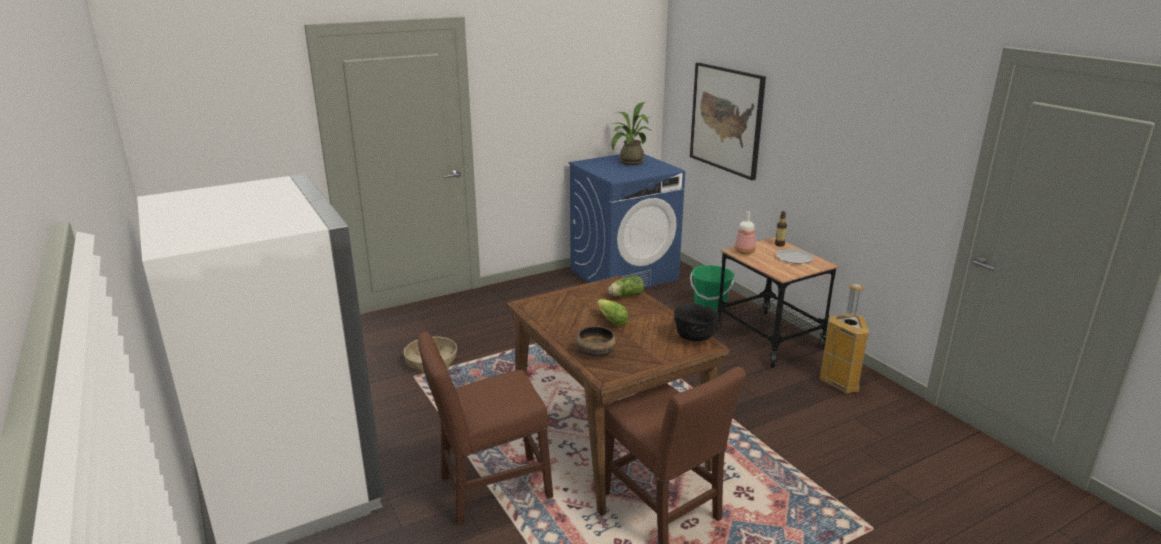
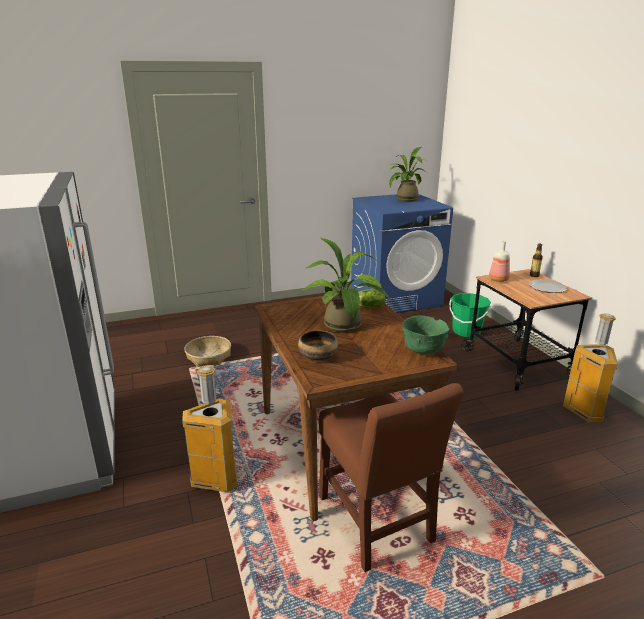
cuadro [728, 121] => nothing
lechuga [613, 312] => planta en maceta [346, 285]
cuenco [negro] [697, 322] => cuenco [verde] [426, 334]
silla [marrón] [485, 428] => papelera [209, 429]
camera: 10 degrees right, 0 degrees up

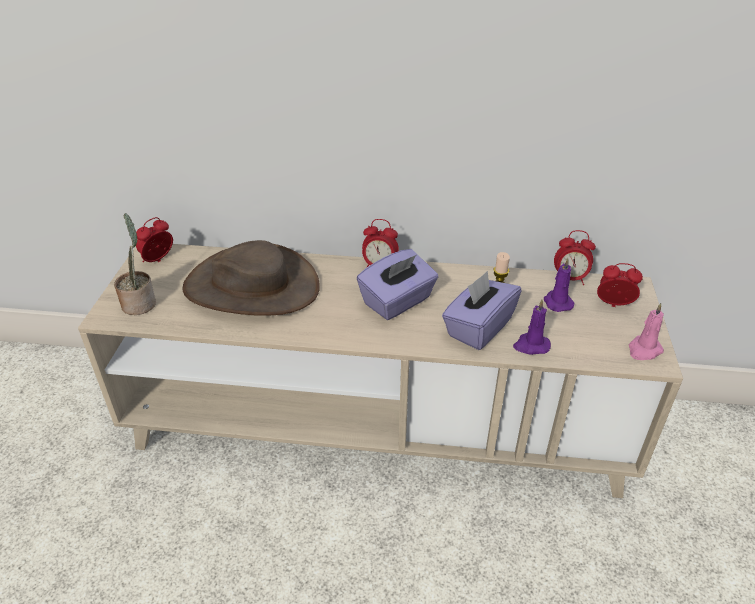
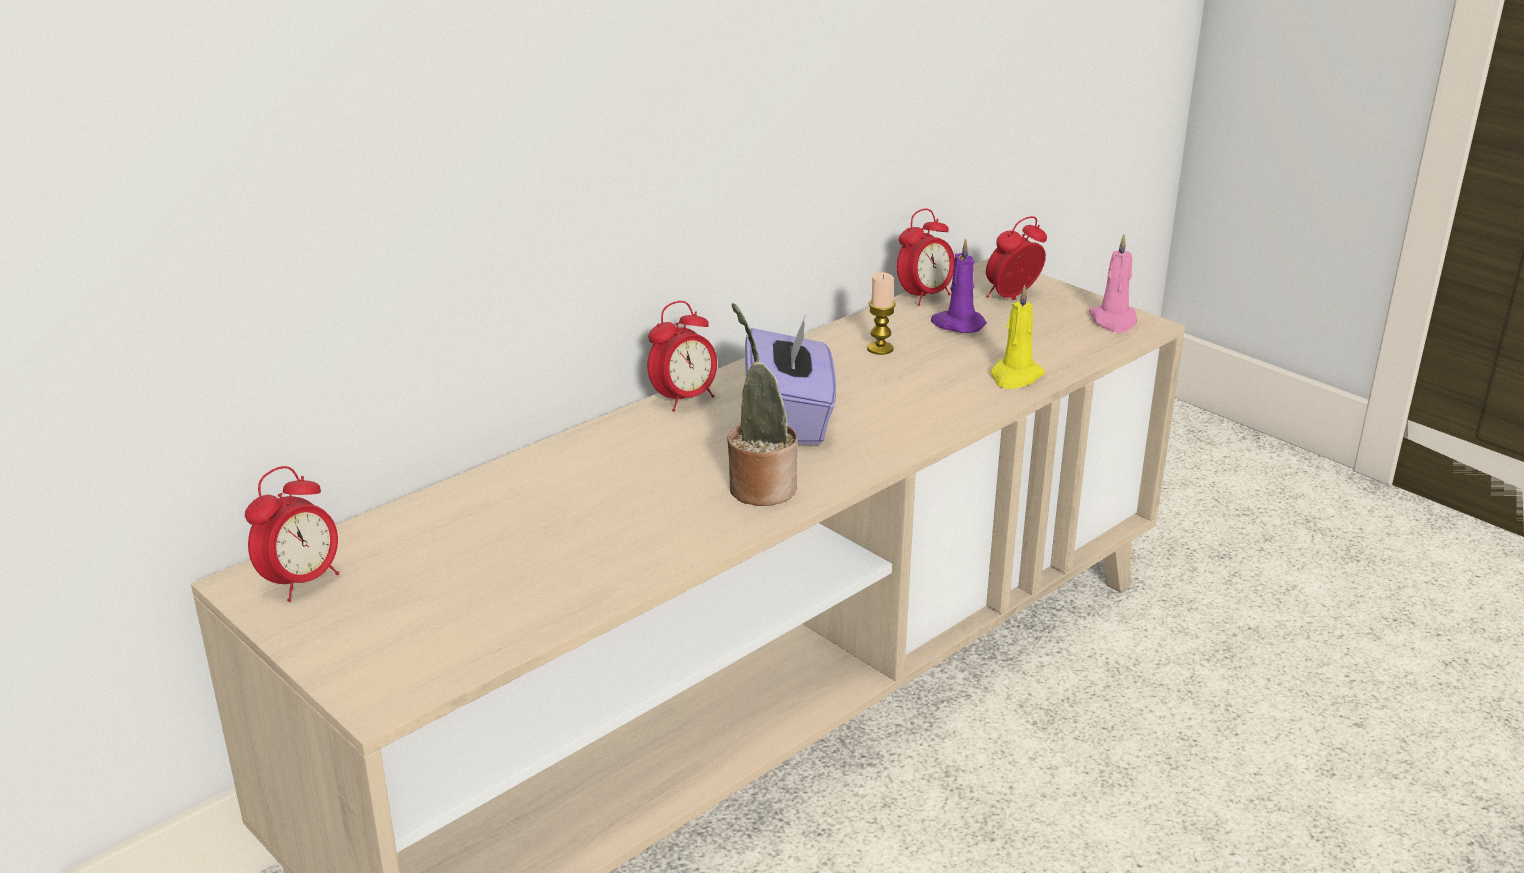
planta en maceta [135, 264] => planta en maceta [762, 404], shifted
despertador [154, 239] => despertador [292, 533], 135 degrees counterclockwise
sombrero [marrón] [251, 278] => nothing
caja de pañuelos [morado] [482, 310] => nothing
vela [morado] [532, 327] => vela [amarillo] [1017, 336]
camera: 50 degrees left, 10 degrees down

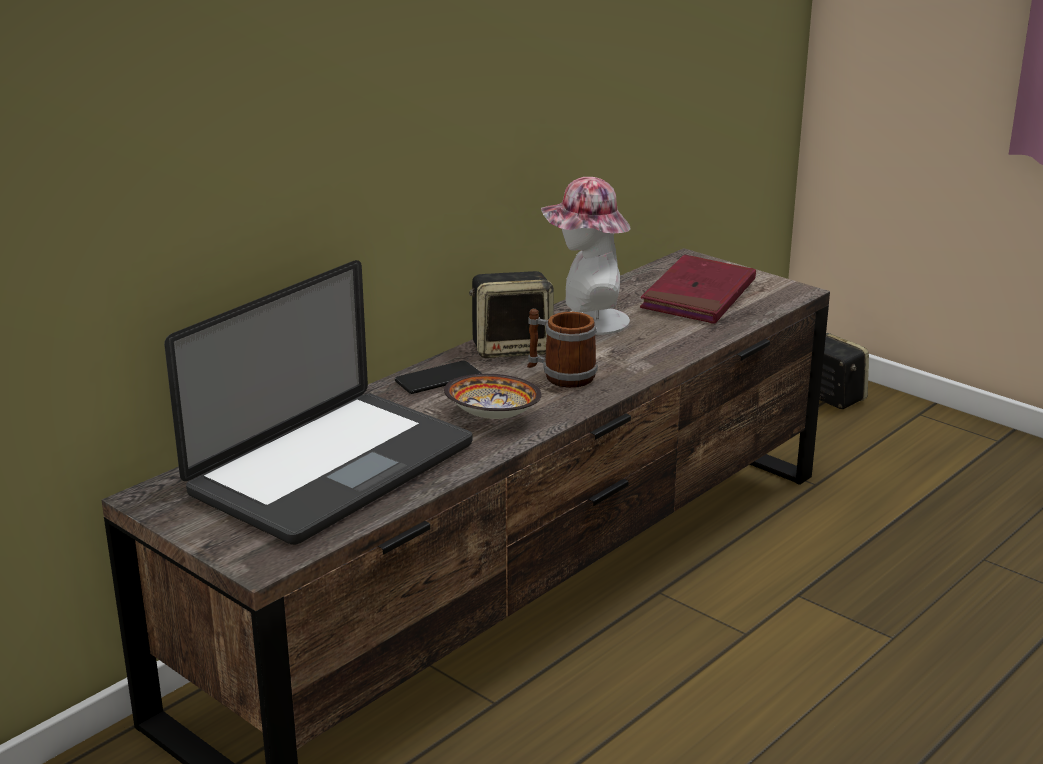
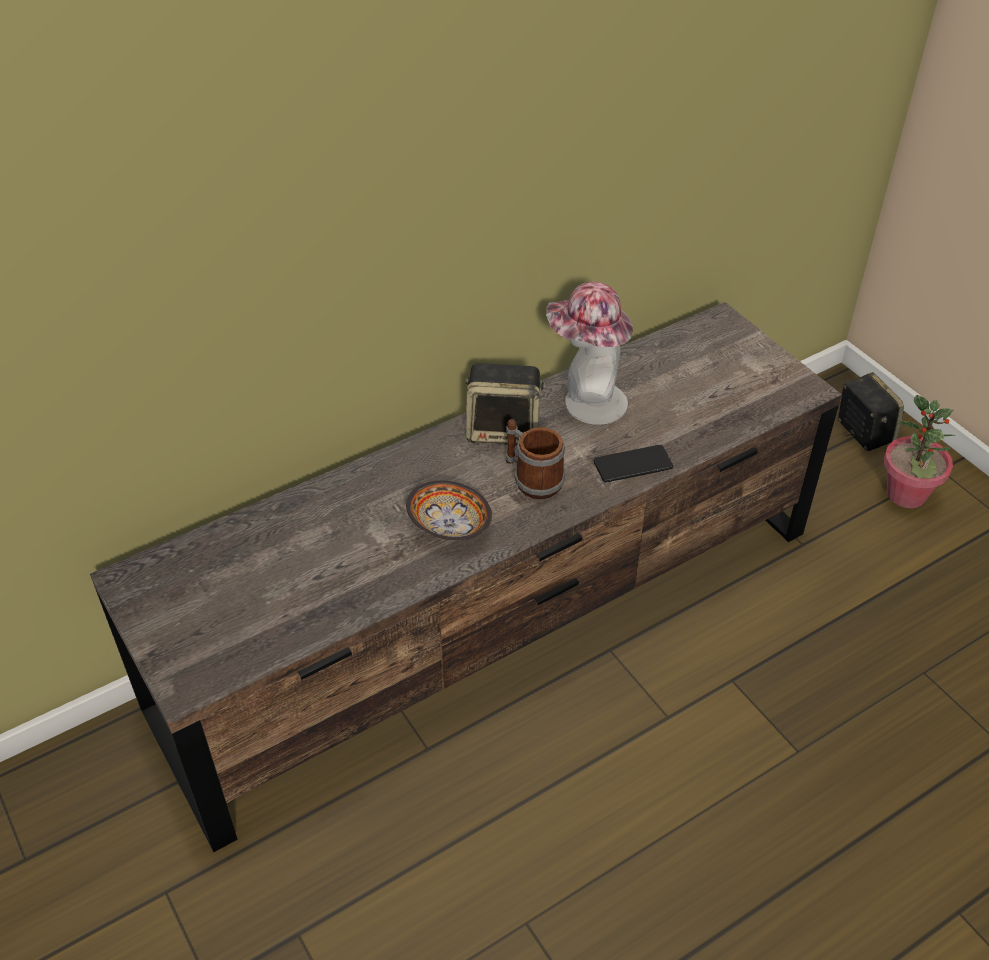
libro [rojo] [698, 289] => nothing
portátil [318, 402] => nothing
móvil [438, 377] => móvil [633, 463], shifted
nothing => planta en maceta [920, 451]
camera: 15 degrees right, 20 degrees up

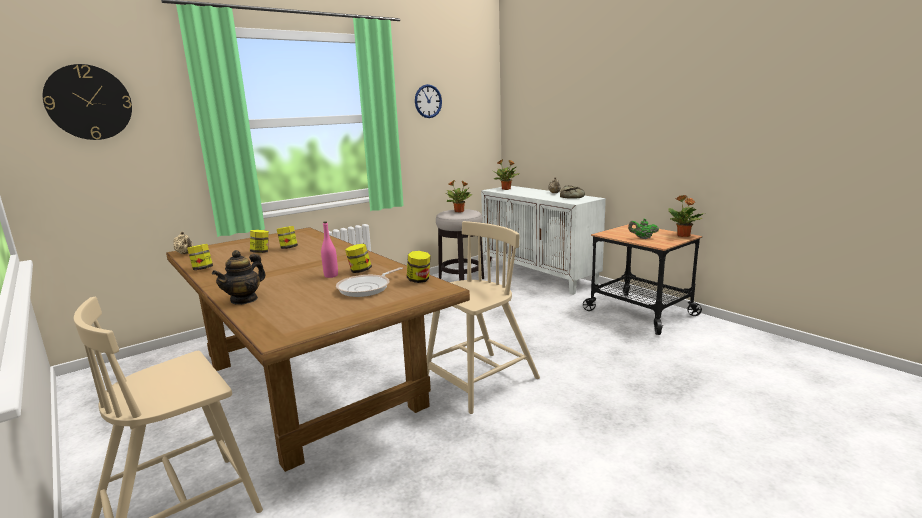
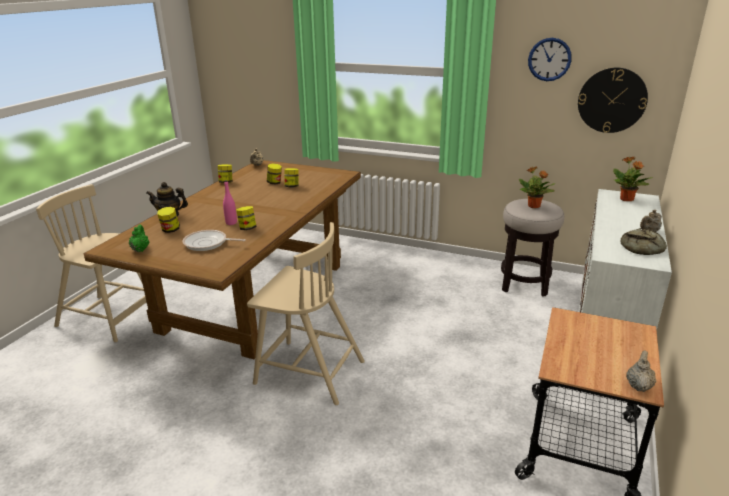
reloj de pared [87, 102] => reloj de pared [613, 100], shifted
planta en maceta [686, 216] => tetera [beis] [641, 371]
tetera [verde] [643, 229] => tetera [verde] [139, 238], shifted
tarro [419, 267] => tarro [168, 220], shifted
camera: 60 degrees right, 10 degrees up

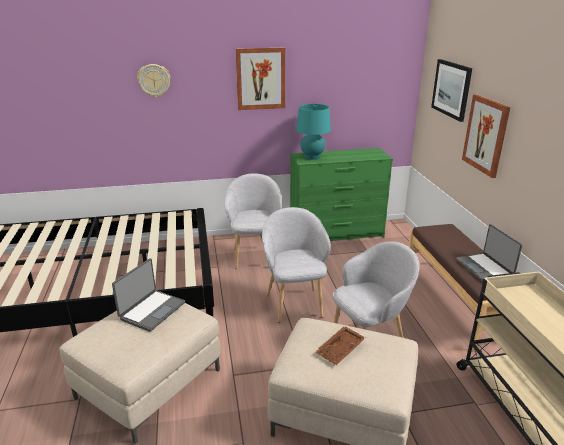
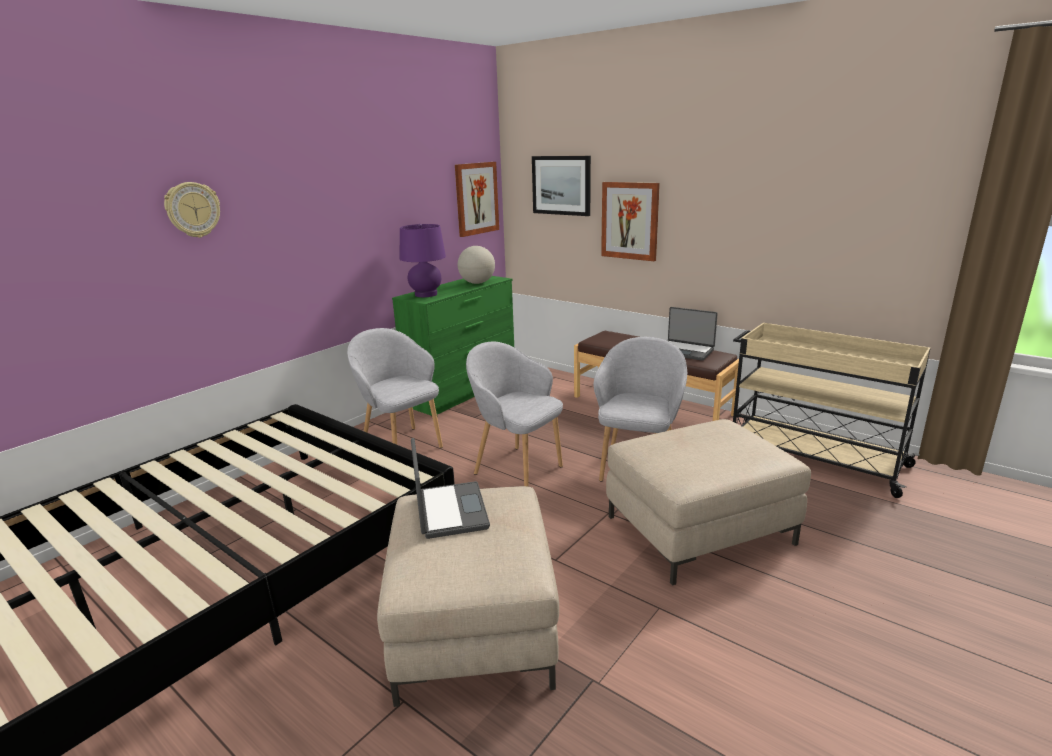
cuadro [260, 79] => cuadro [477, 199], shifted
lámpara de mesa [turquesa] [313, 132] => lámpara de mesa [morado] [423, 260]
bandeja [marrón] [340, 345] => nothing
nothing => globo terráqueo [476, 265]
camera: 40 degrees left, 5 degrees down

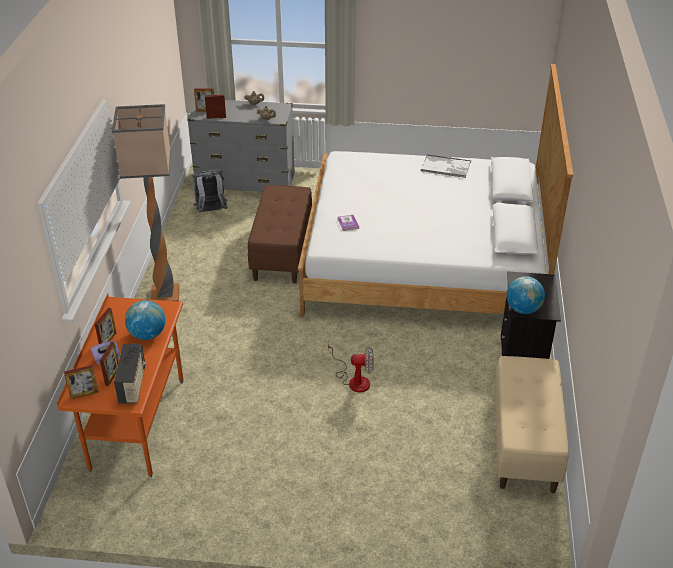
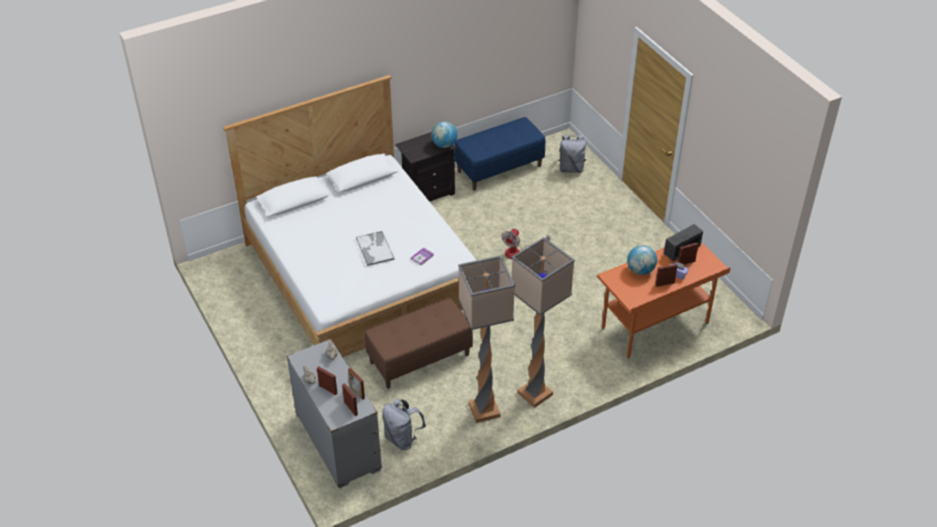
bandeja [446, 166] => bandeja [375, 248], shifted
ventilador [351, 369] => ventilador [526, 244], 120 degrees counterclockwise
banco [beis] [532, 424] => banco [azul] [500, 153]
portarretratos [81, 382] => portarretratos [327, 380], shifted
nothing => mochila [gris] [571, 153]
nothing => lámpara de pie [486, 339]
camera: 125 degrees left, 5 degrees up

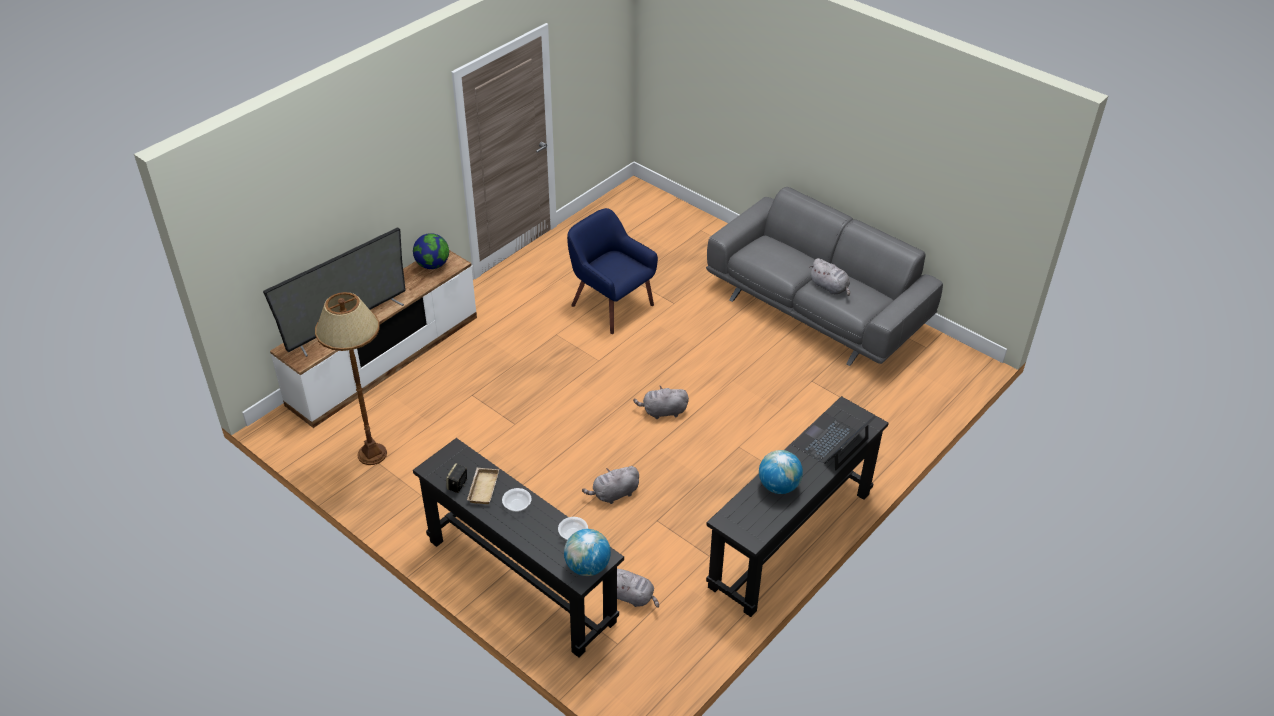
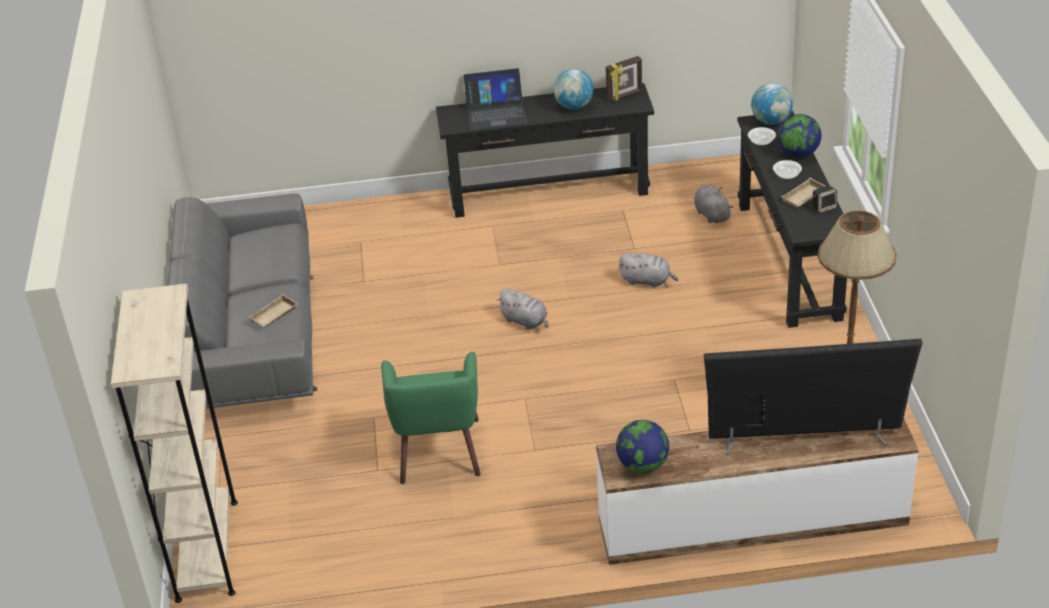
sillón [azul] [612, 271] => sillón [verde] [431, 418]
peluche [gris] [830, 277] => nothing
nothing => portarretratos [624, 79]
nothing => globo terráqueo [799, 135]
nothing => estantería [beis] [174, 443]
nothing => bandeja [beis] [273, 311]
camera: 135 degrees left, 5 degrees down

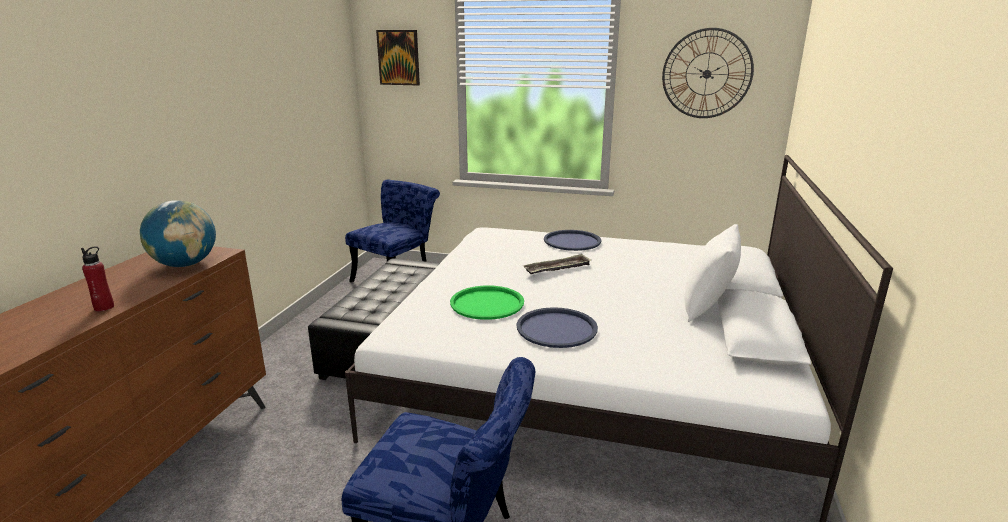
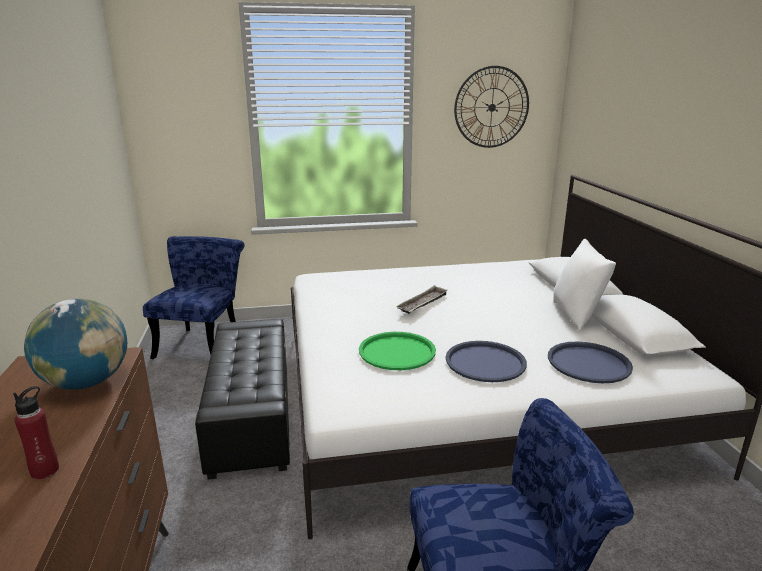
cuadro [398, 58] => nothing
bandeja [azul] [573, 240] => bandeja [azul] [590, 362], shifted
camera: 25 degrees left, 0 degrees up

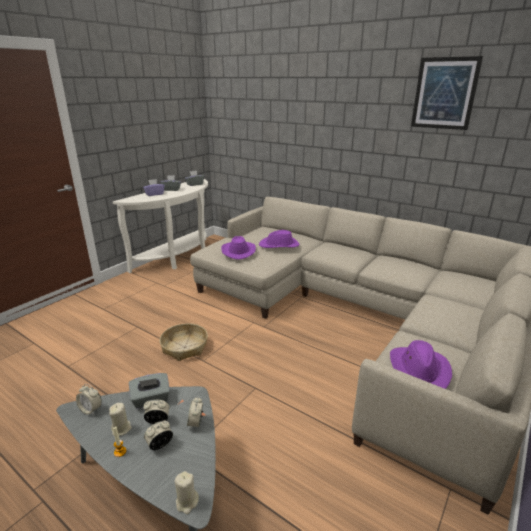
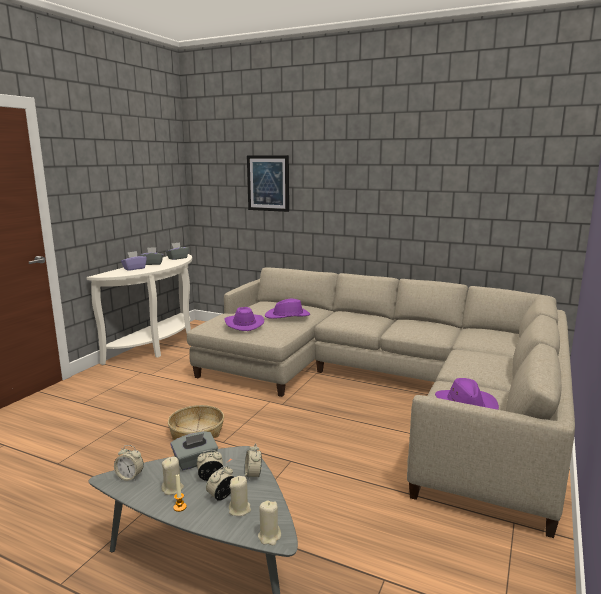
cuadro [447, 93] => cuadro [268, 183], shifted
nothing => vela [beis] [240, 496]
camera: 10 degrees left, 10 degrees down

